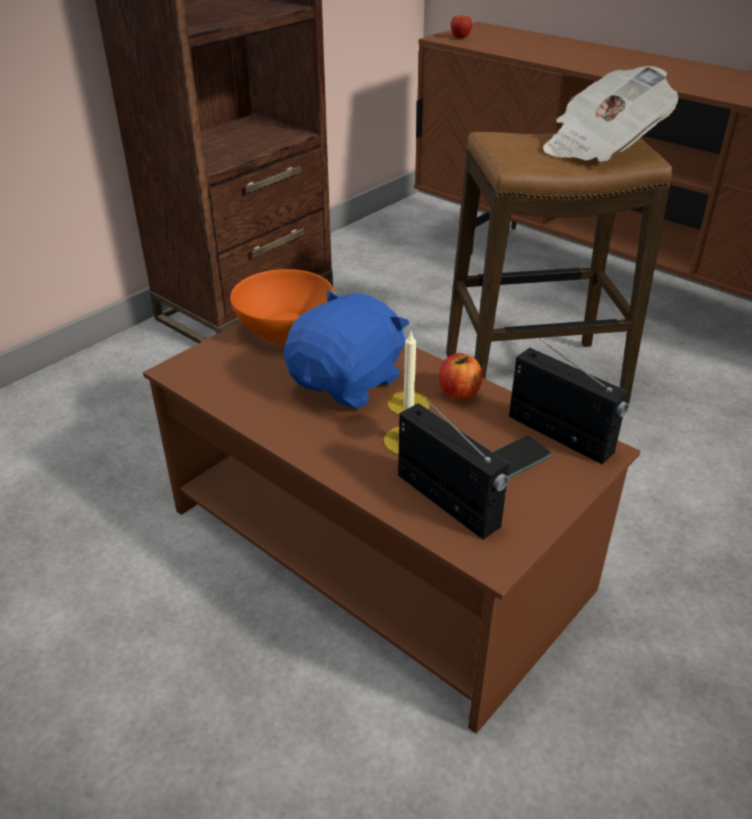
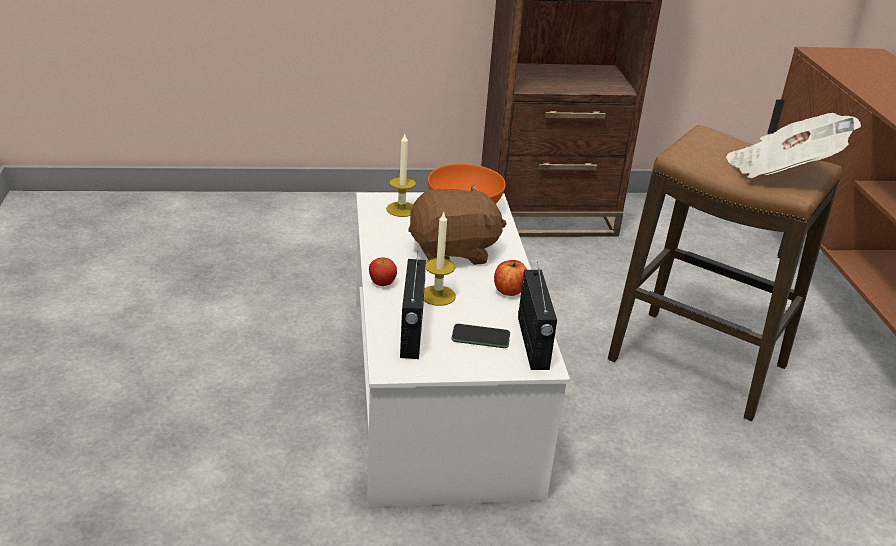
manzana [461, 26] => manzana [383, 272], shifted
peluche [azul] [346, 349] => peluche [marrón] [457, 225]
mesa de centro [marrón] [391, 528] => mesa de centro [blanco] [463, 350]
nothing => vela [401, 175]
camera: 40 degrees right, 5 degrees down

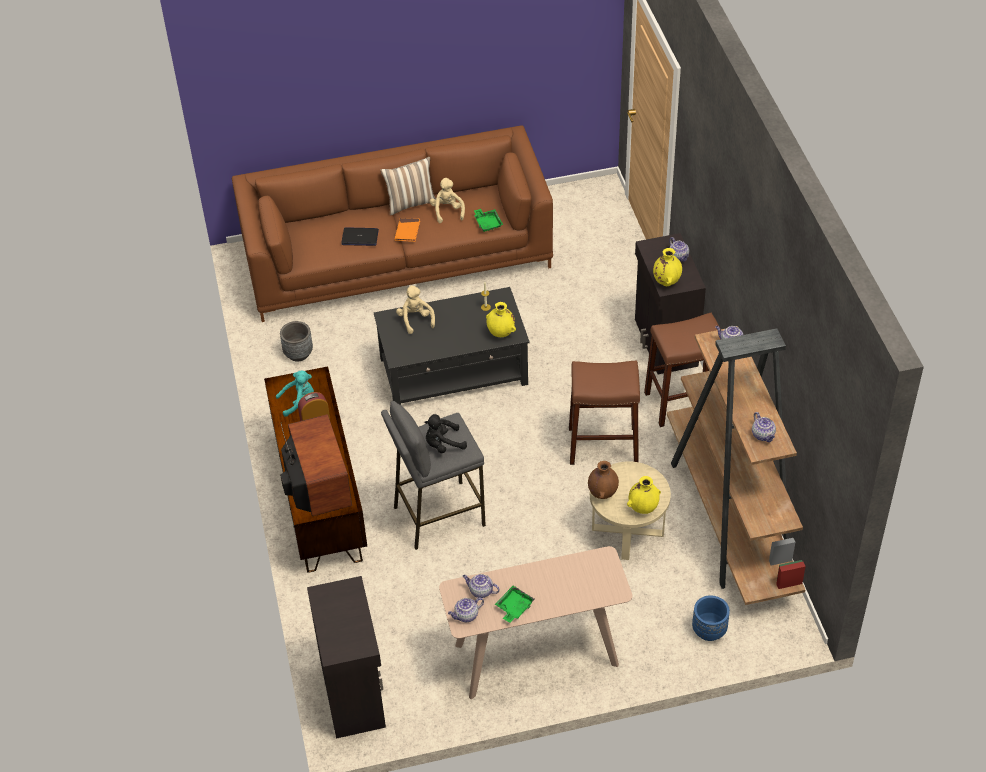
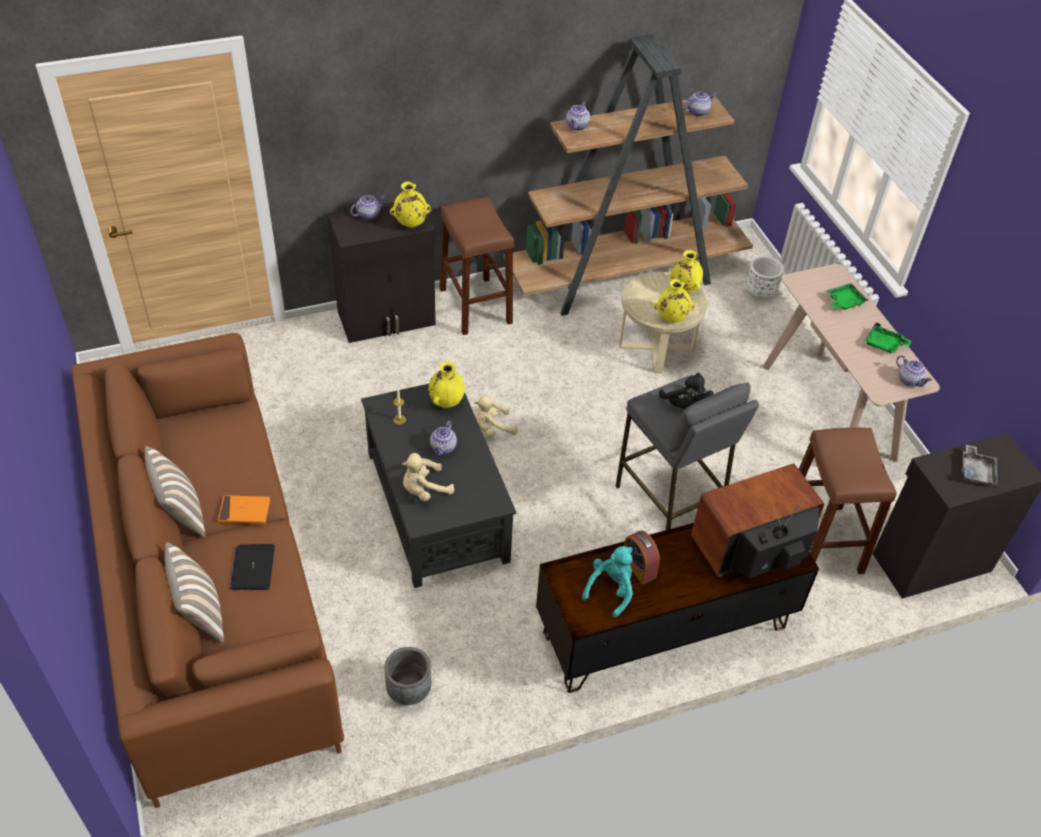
peluche [beis] [447, 200] => peluche [beis] [496, 416], shifted
bandeja [verde] [488, 220] => bandeja [verde] [848, 296], shifted
taburete [marrón] [604, 413] => taburete [marrón] [848, 501], shifted
peluche [turquesa] [295, 393] => peluche [turquesa] [607, 582], 60 degrees clockwise
florero [marrón] [603, 480] => florero [amarillo] [674, 301]
tetera [481, 586] => tetera [443, 438], shifted
maceta [azul] [711, 618] => maceta [blanco] [765, 278]
nothing => bandeja [gris] [979, 465]
nothing => cojín [194, 592]
camera: 100 degrees left, 0 degrees up

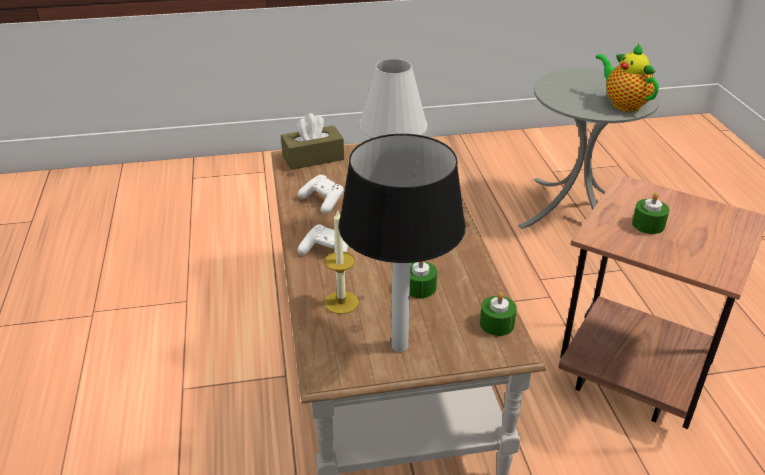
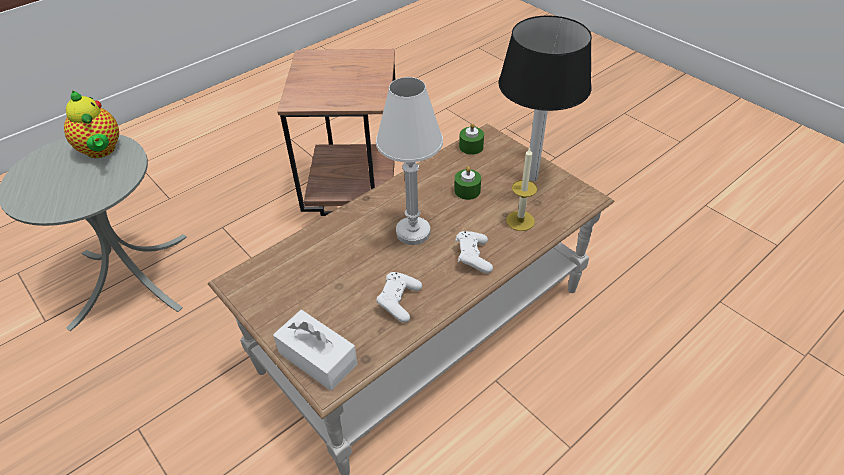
tetera [627, 77] => tetera [91, 124], 60 degrees counterclockwise
caja de pañuelos [marrón] [312, 141] => caja de pañuelos [blanco] [315, 350]
vela [verde] [651, 213] => nothing
camera: 120 degrees left, 10 degrees up

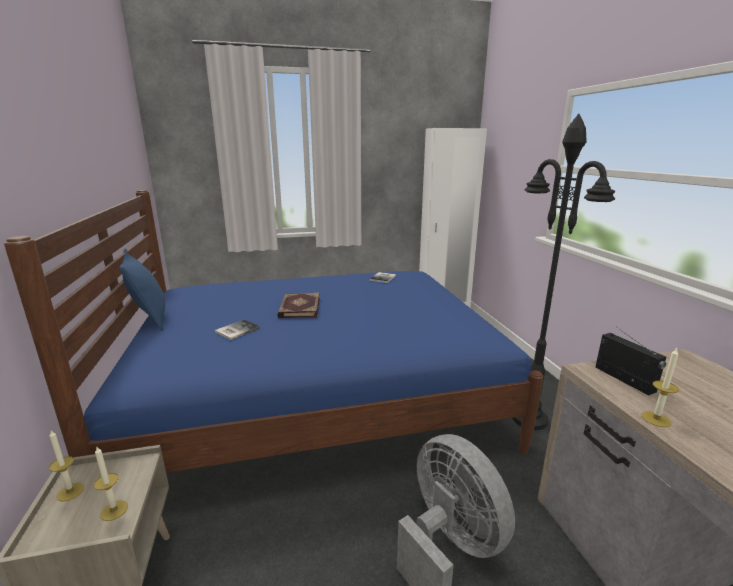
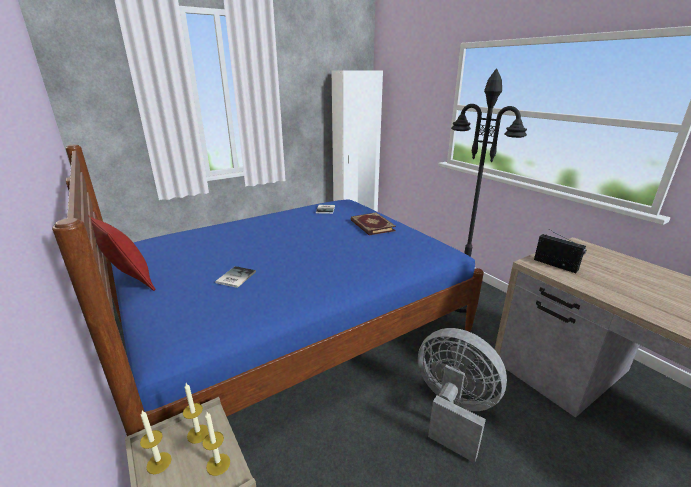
cojín [azul] [142, 290] => cojín [rojo] [122, 253]
libro [298, 305] => libro [373, 224], shifted
vela [660, 387] => vela [196, 413], shifted
camera: 20 degrees left, 5 degrees up

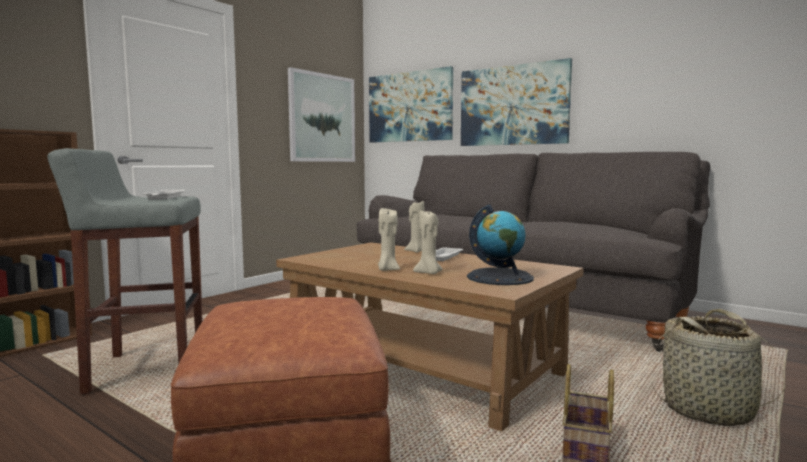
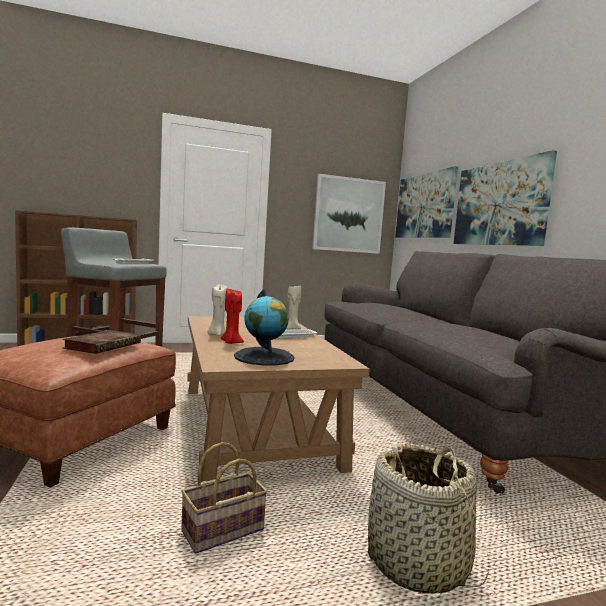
vela [beis] [428, 242] => vela [rojo] [232, 316]
nothing => libro [101, 342]
camera: 35 degrees right, 0 degrees up

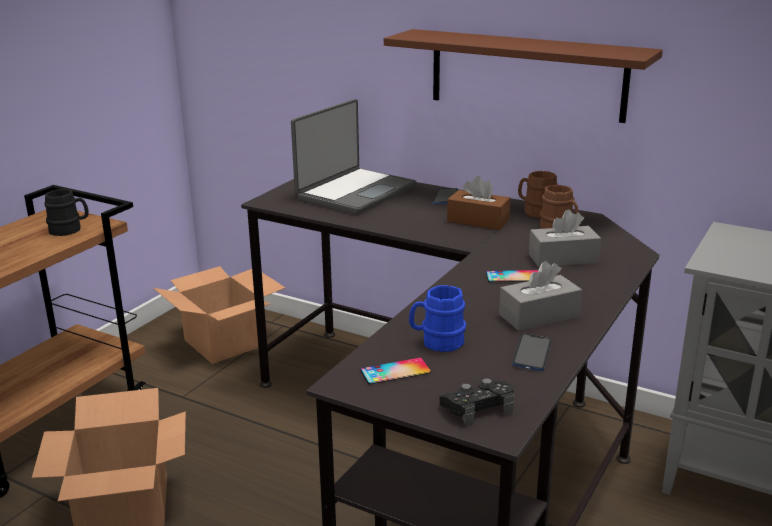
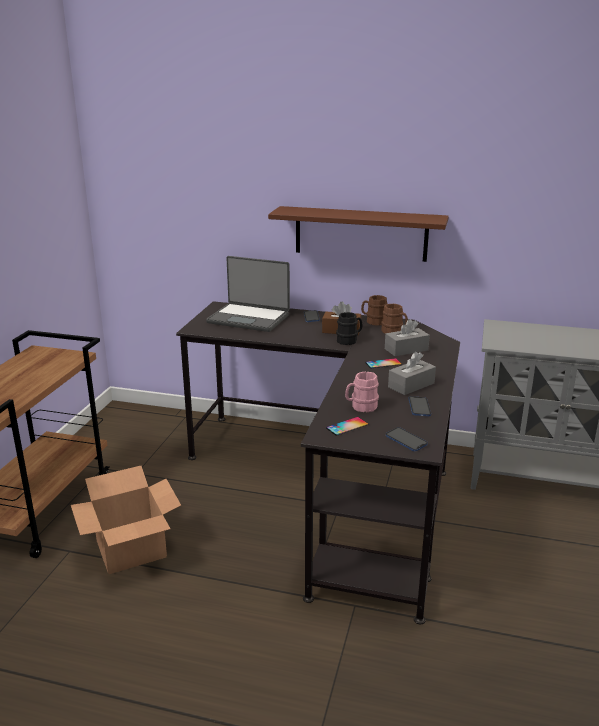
portátil [353, 157] => portátil [248, 294], 90 degrees clockwise
taza grande [negro] [66, 212] => taza grande [negro] [349, 328], shifted
caja de cartón [219, 315] => nothing
taza grande [azul] [437, 318] => taza grande [rosa] [362, 392]
mando de consola [negro] [476, 402] => móvil [407, 439]
camera: 15 degrees left, 0 degrees up

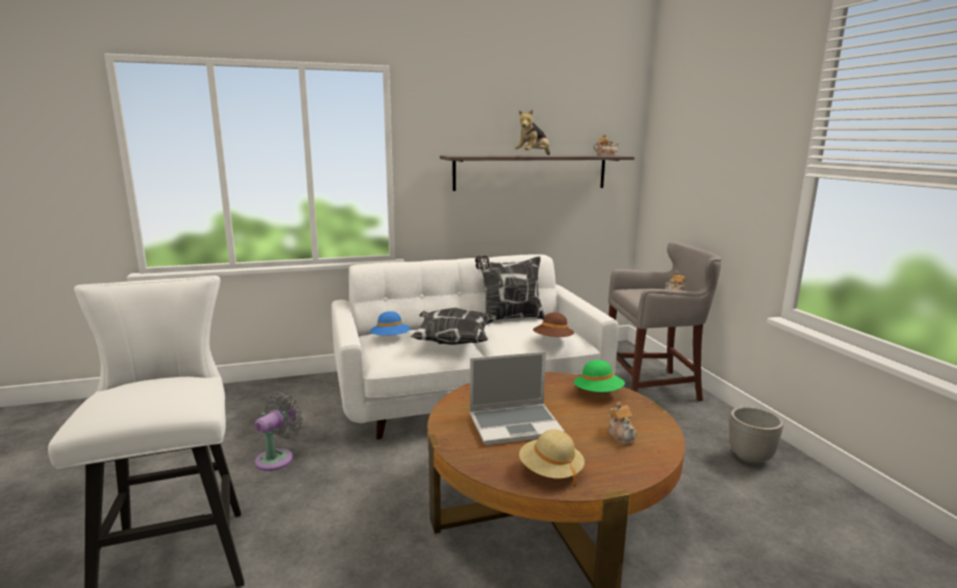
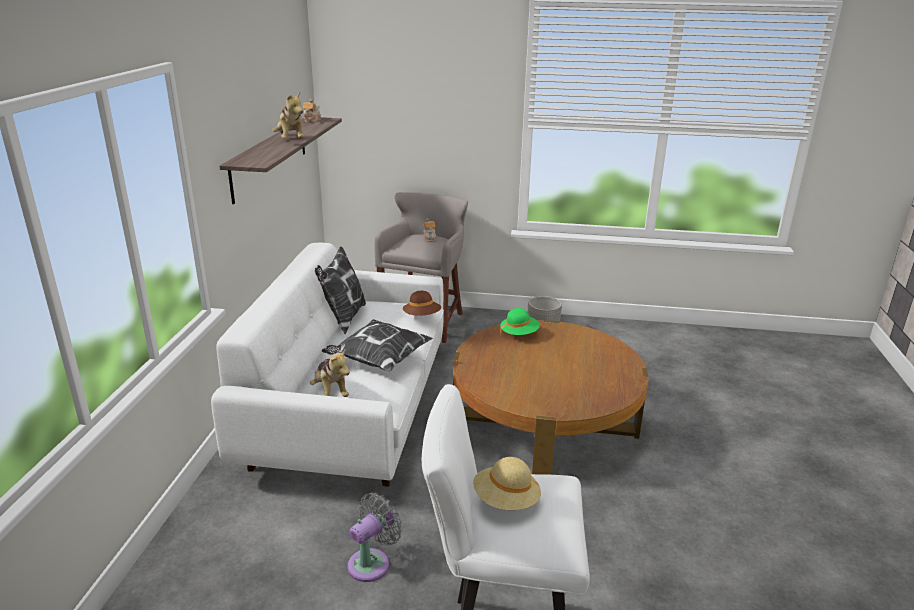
sombrero [azul] [390, 323] => peluche [330, 373]
portátil [517, 398] => nothing
ventilador [gris] [278, 431] => ventilador [gris] [375, 537], 75 degrees clockwise
tetera [623, 423] => nothing
sombrero [beis] [552, 458] => sombrero [beis] [507, 483], shifted
camera: 65 degrees left, 10 degrees up

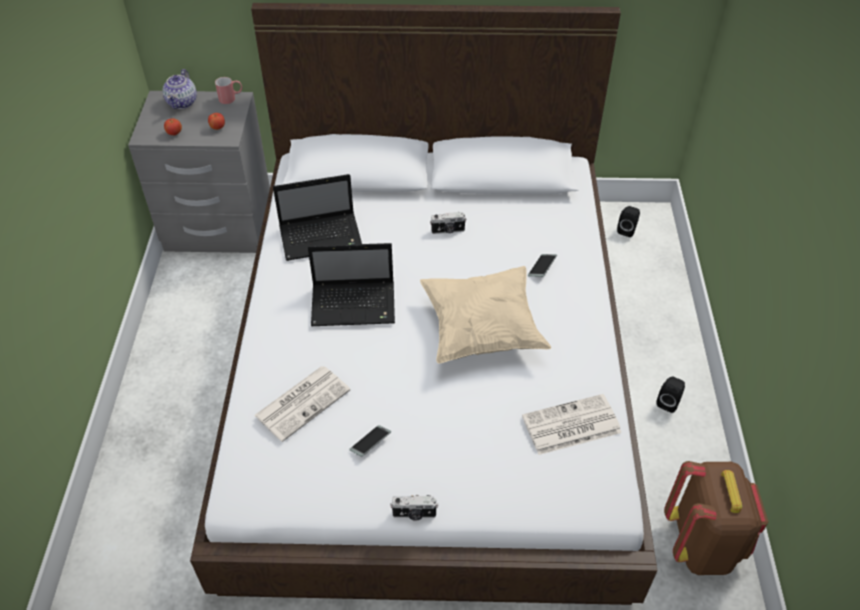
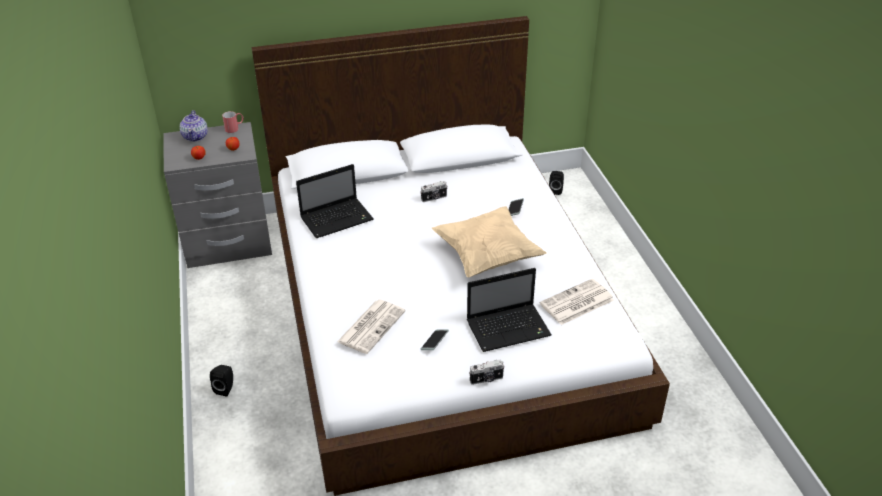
portátil [351, 284] => portátil [509, 310], shifted
altavoz [negro] [670, 394] => altavoz [negro] [221, 380], shifted
mochila [marrón] [716, 518] => nothing
camera: 15 degrees left, 10 degrees down

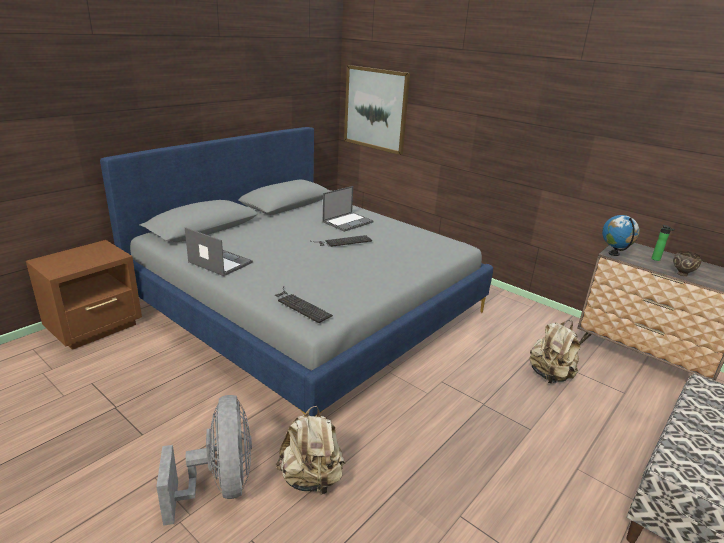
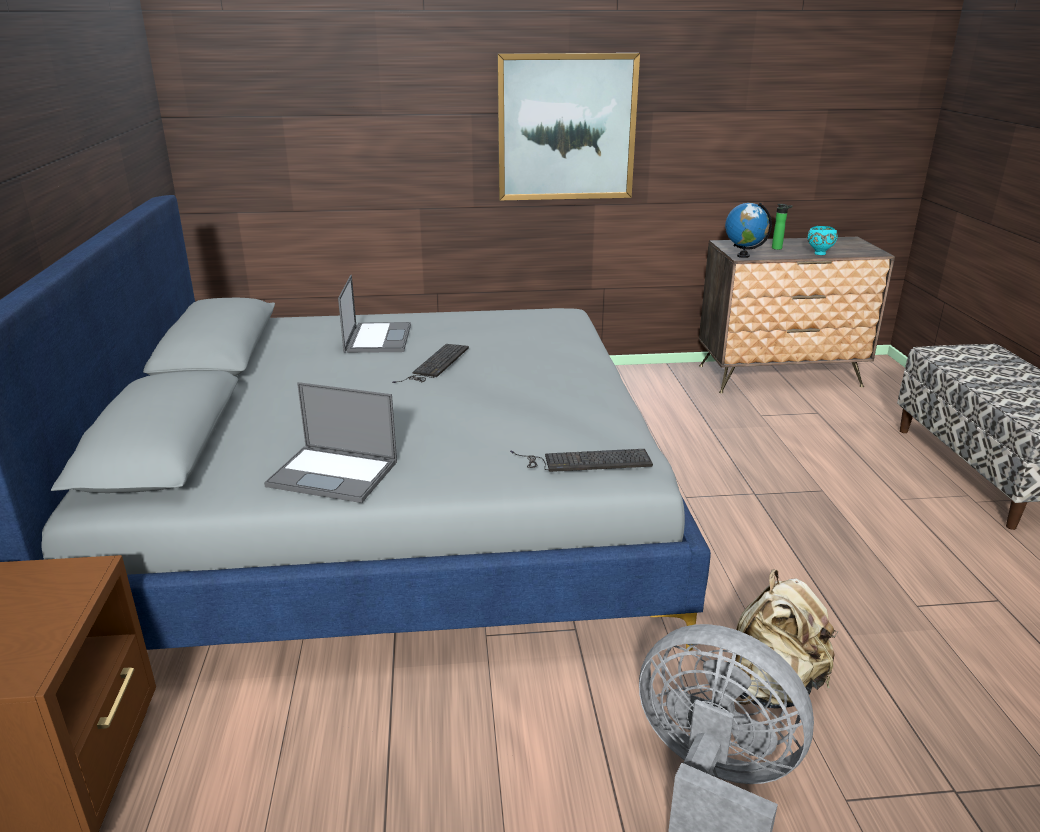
cuadro [377, 110] => cuadro [568, 127], shifted
portátil [219, 251] => portátil [330, 442], 150 degrees counterclockwise
cuenco [marrón] [687, 263] => cuenco [turquesa] [822, 240]
mochila [beis] [555, 352] => nothing
camera: 45 degrees left, 0 degrees up

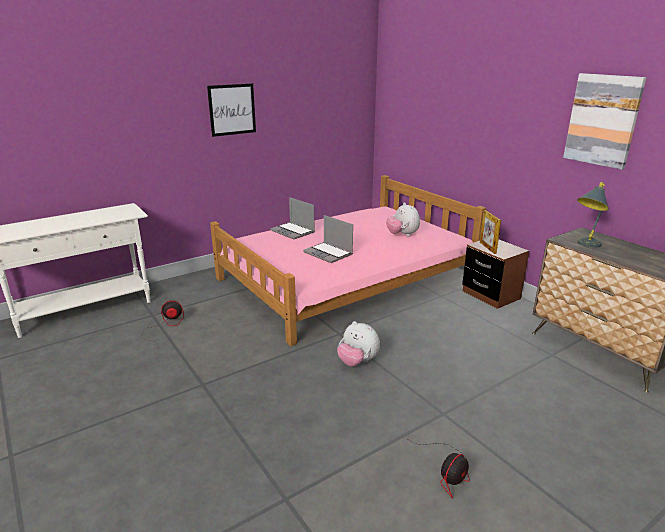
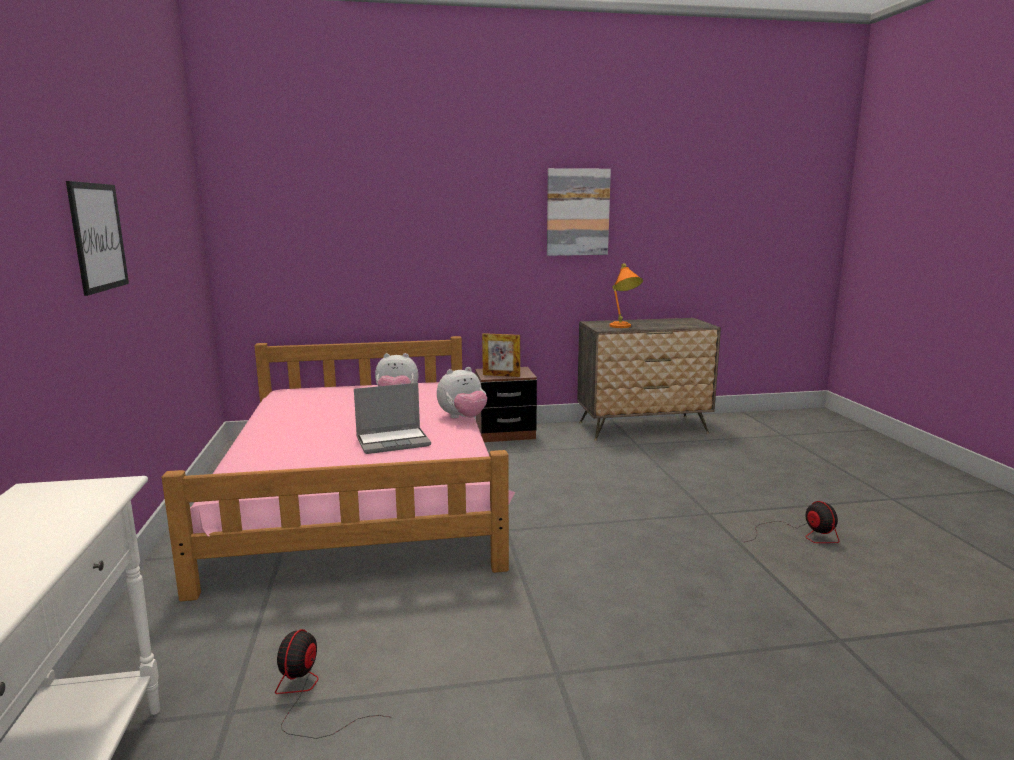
lámpara de mesa [gris] [593, 215] => lámpara de mesa [naranja] [626, 295]
portátil [292, 218] => nothing
peluche [358, 343] => peluche [462, 392], shifted
camera: 65 degrees left, 10 degrees down

